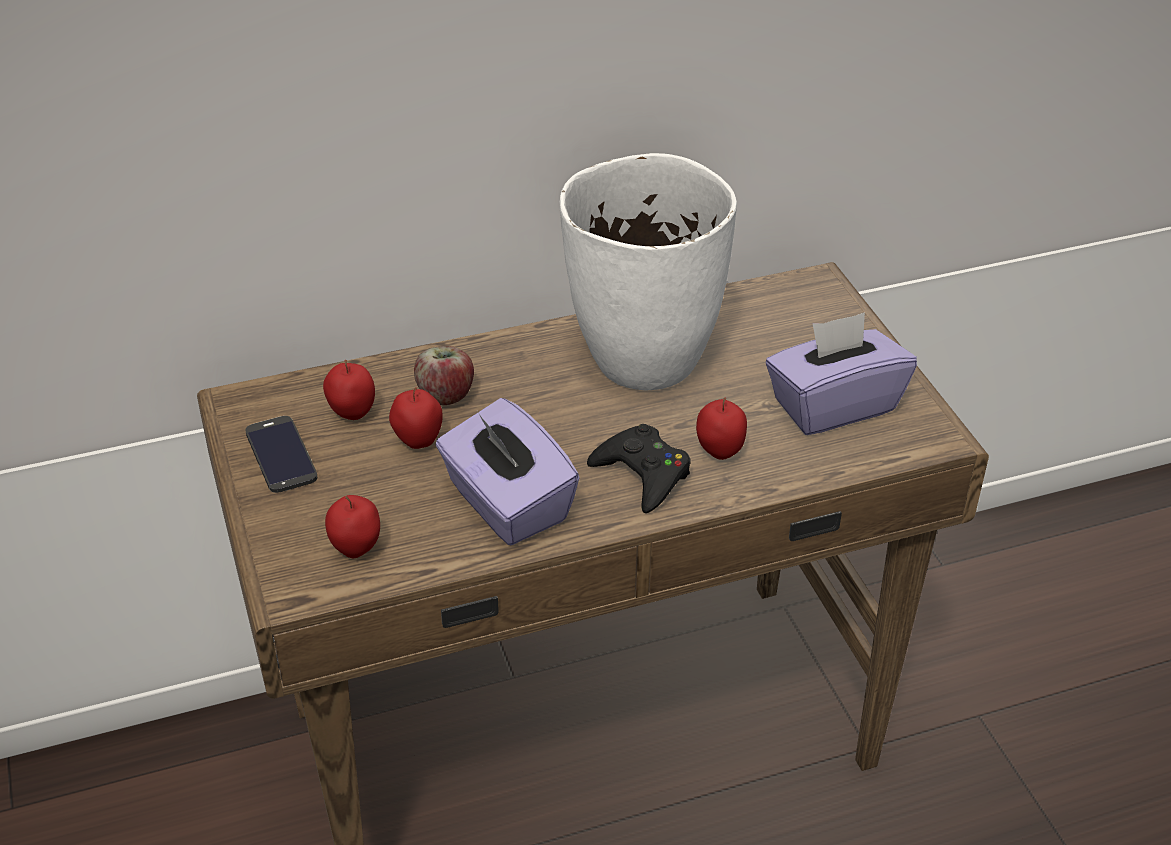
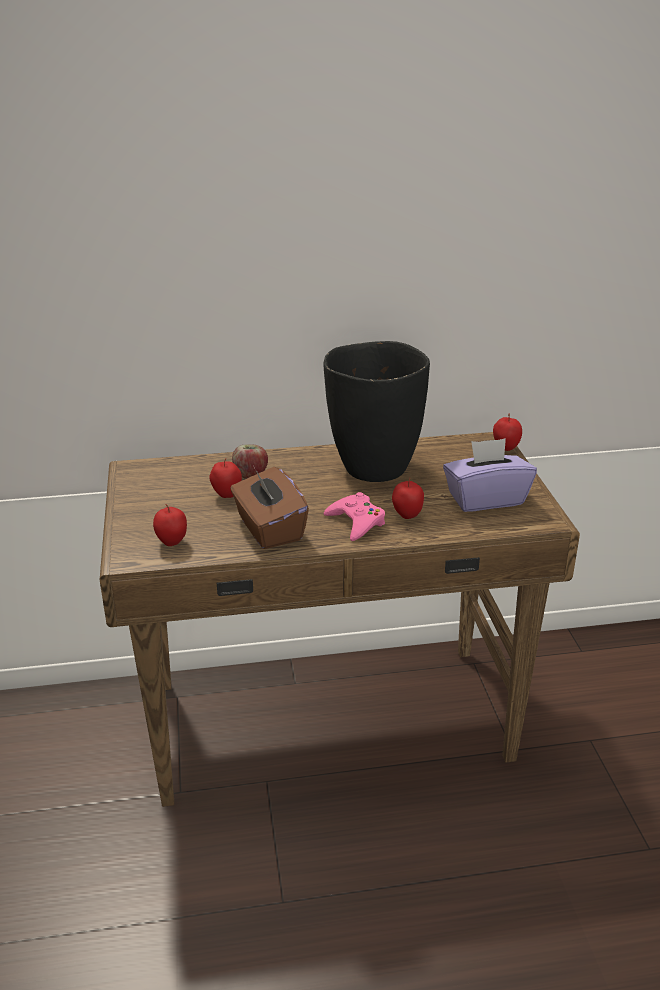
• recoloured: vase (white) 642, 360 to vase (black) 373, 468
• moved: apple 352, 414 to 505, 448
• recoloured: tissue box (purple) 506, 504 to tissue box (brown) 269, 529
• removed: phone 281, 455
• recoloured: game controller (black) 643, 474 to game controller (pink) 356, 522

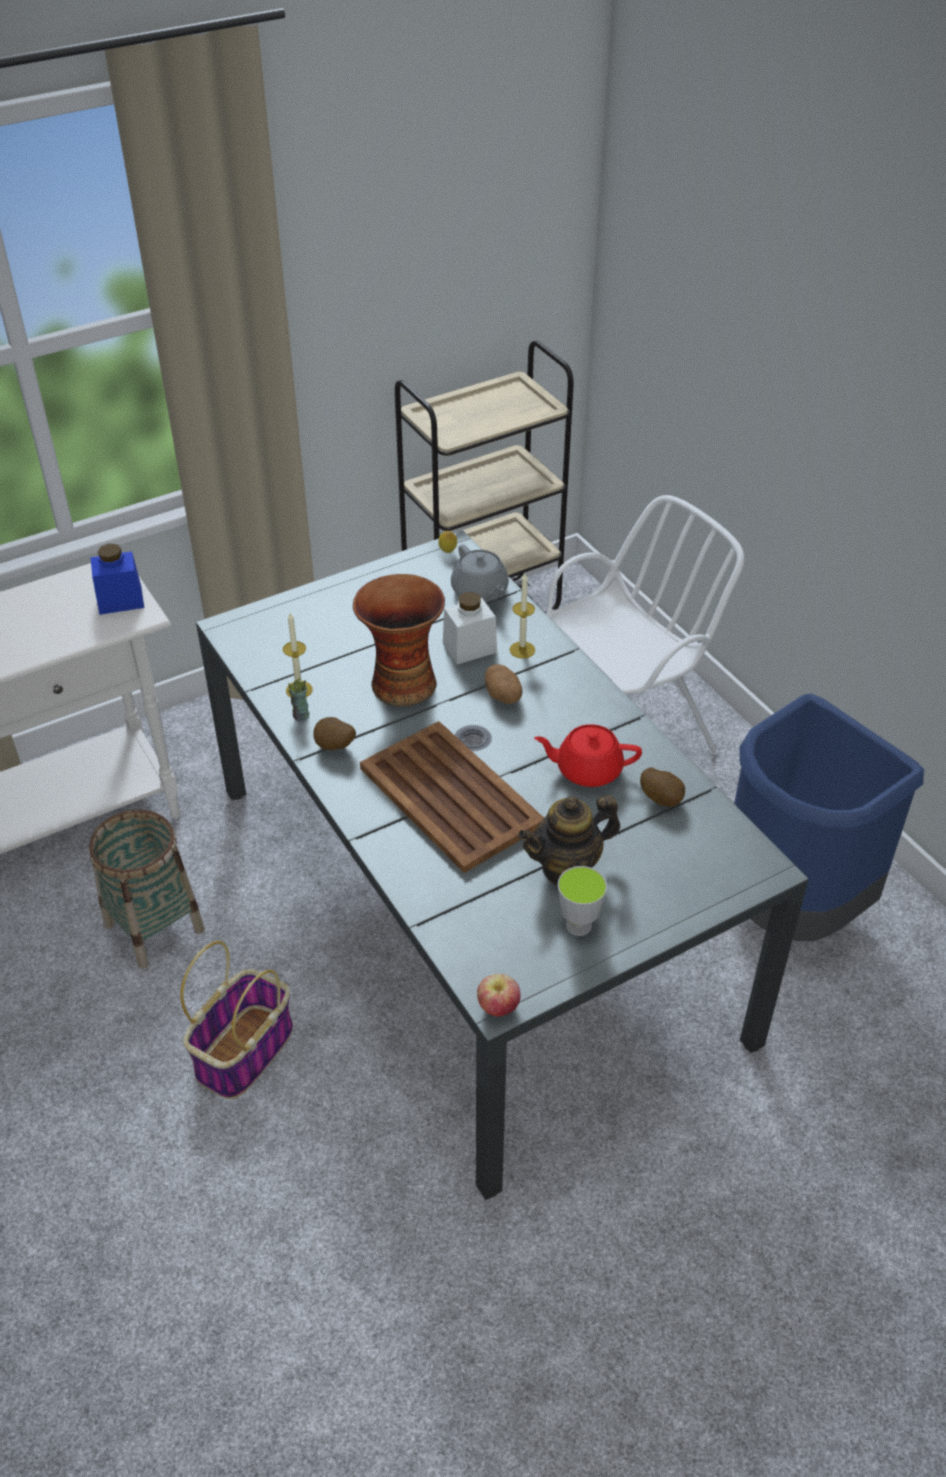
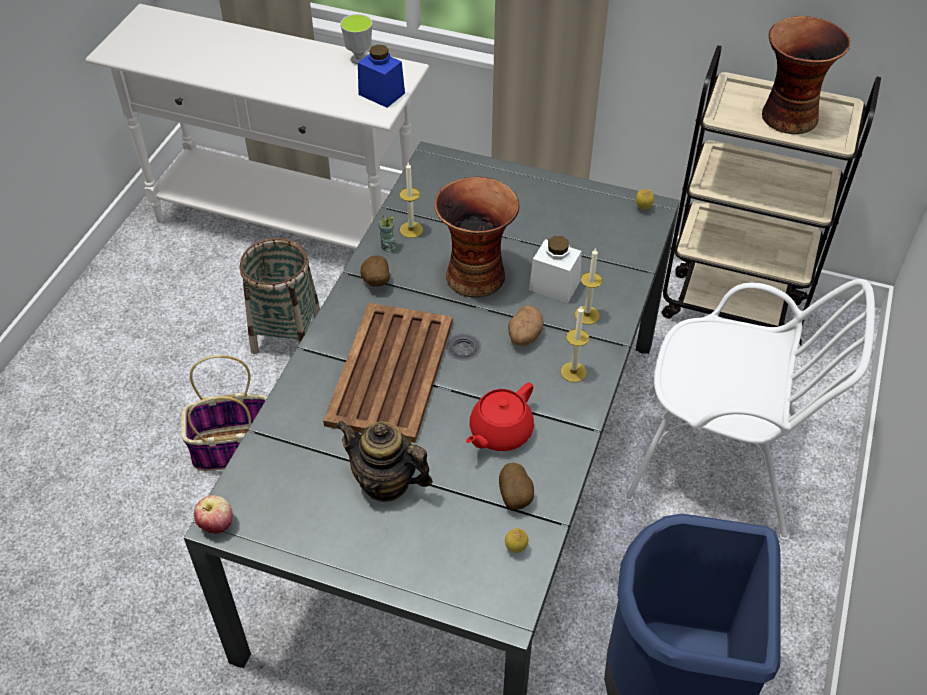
• removed: teapot (grey) 480, 592
• turned: teapot (red) 587, 770 = 499, 432 105 degrees counterclockwise
• moved: cup 578, 925 to 359, 59
• added: vase 787, 116
• added: candle 573, 372
• added: lemon 515, 549

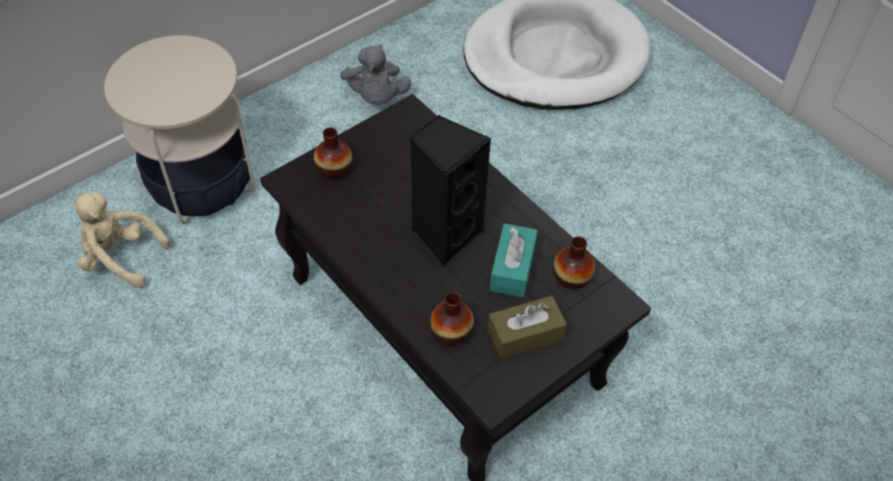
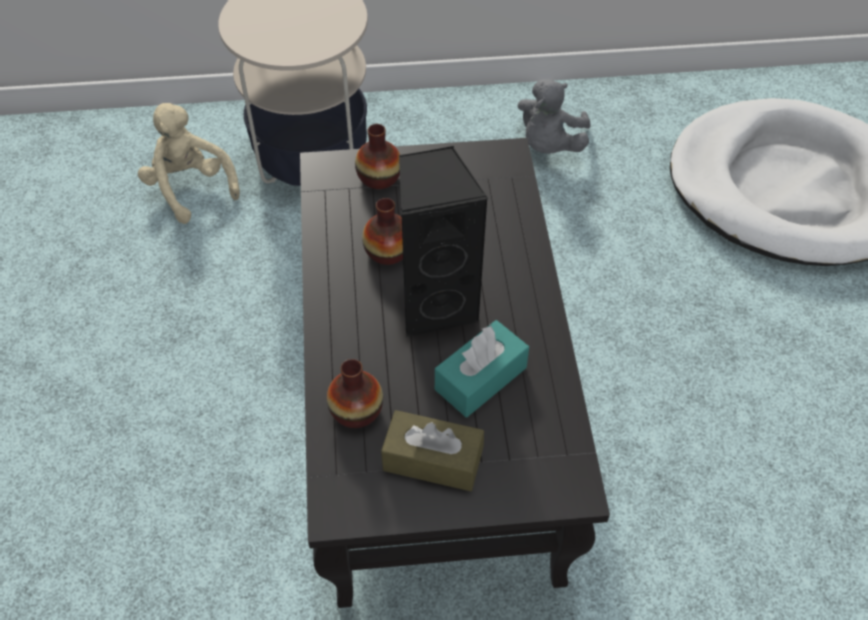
• moved: vase 571, 277 to 387, 251

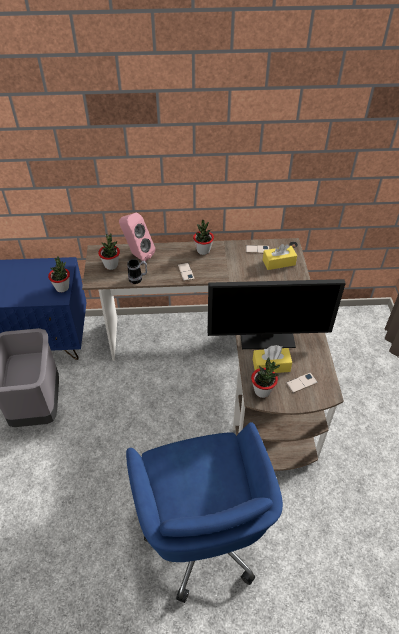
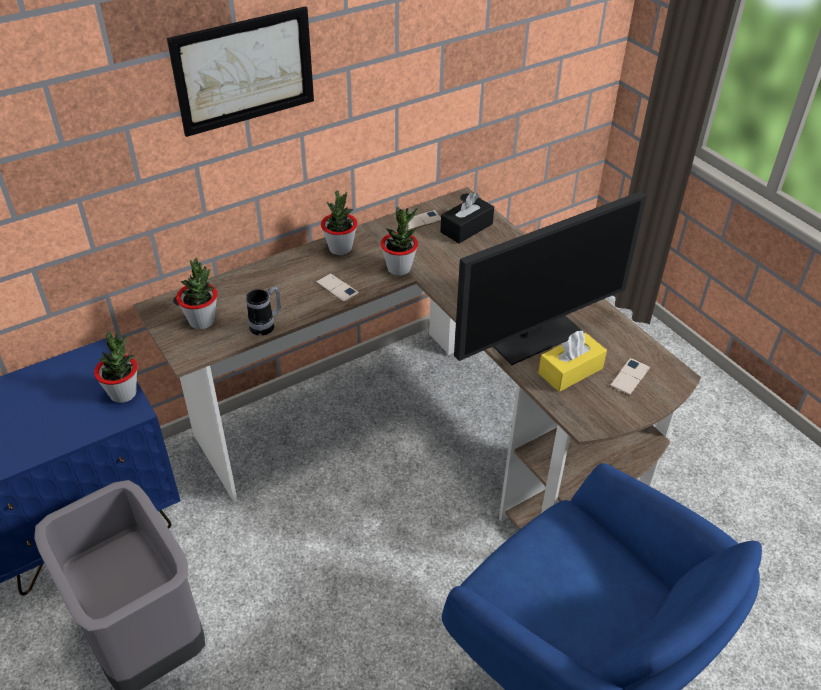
• removed: speaker (pink) 137, 255
• recoloured: tissue box (yellow) 278, 262 to tissue box (black) 466, 228
• moved: potted plant 262, 391 to 399, 268
• added: picture 244, 71

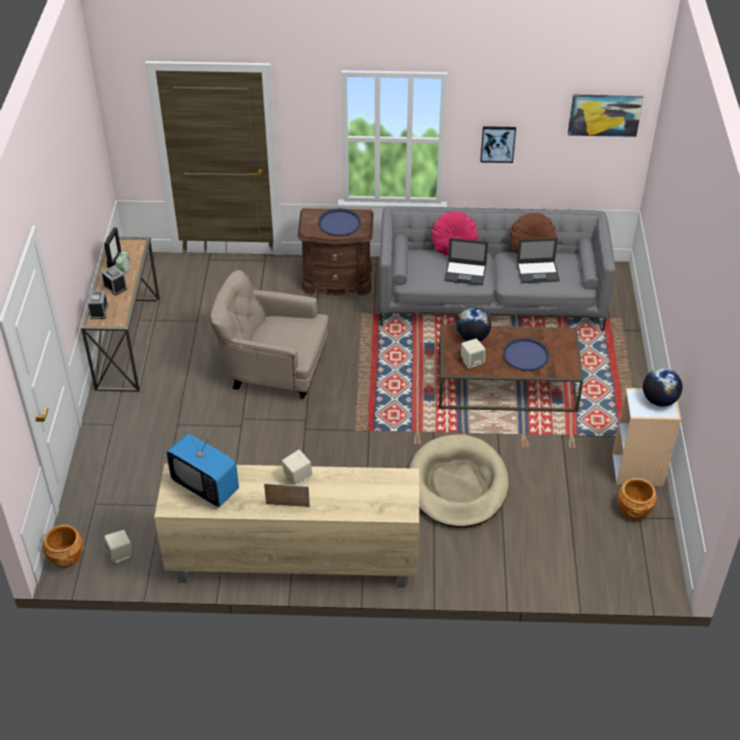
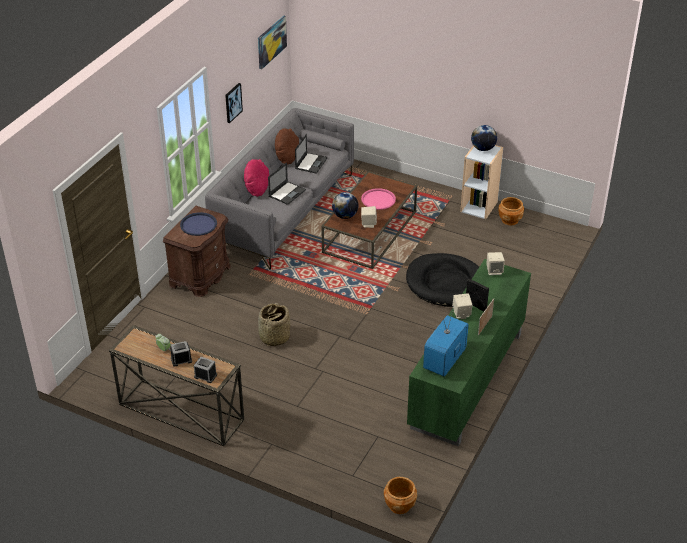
• moved: picture frame 114, 260 to 475, 306
• replaced: armchair (beige) 273, 369 to basket 274, 337
• recoloured: tray (blue) 525, 355 to tray (pink) 378, 199
• turned: television 205, 486 = 445, 360 150 degrees clockwise
• recoloured: dog bed (beige) 457, 485 to dog bed (black) 446, 284
• recoloured: tv stand (beige) 292, 558 to tv stand (green) 467, 380
• moved: speaker (beige) 120, 554 to 494, 271

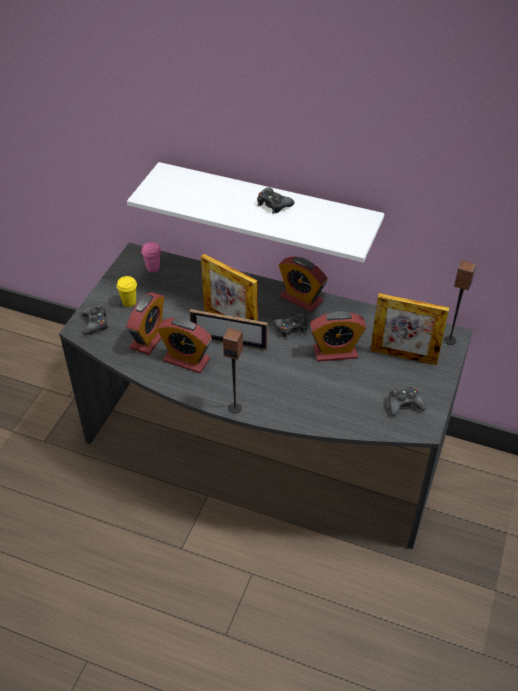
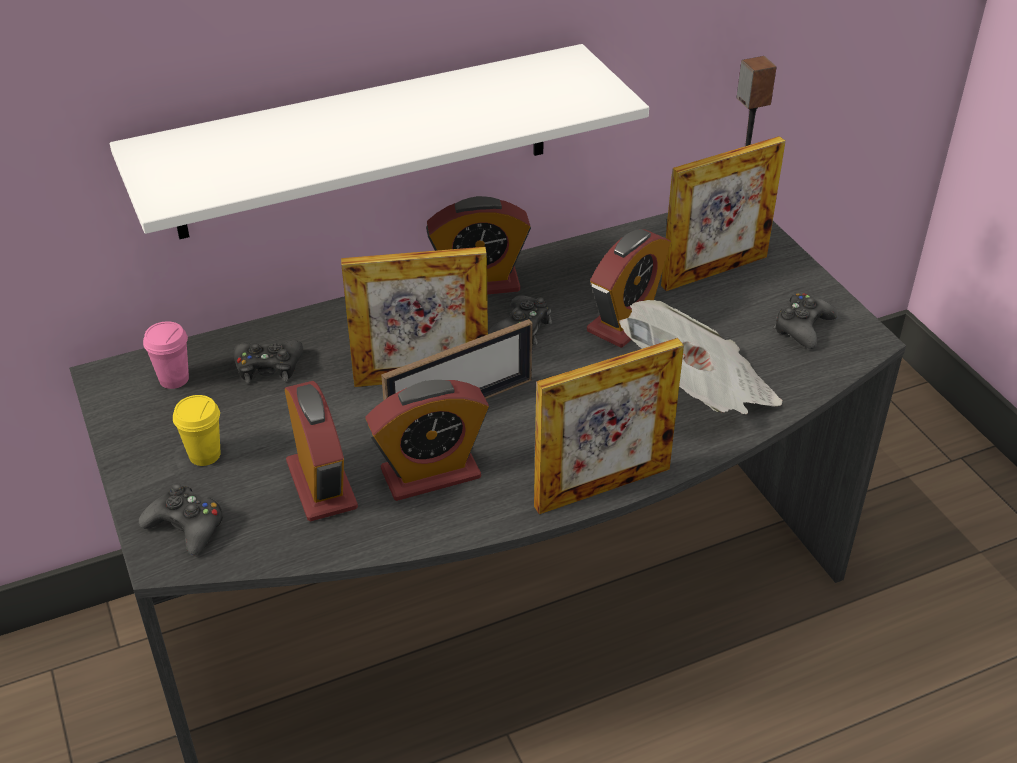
• moved: game controller (black) 273, 204 to 268, 367
• replaced: speaker 235, 408 to picture frame 602, 487
• added: newspaper 698, 392

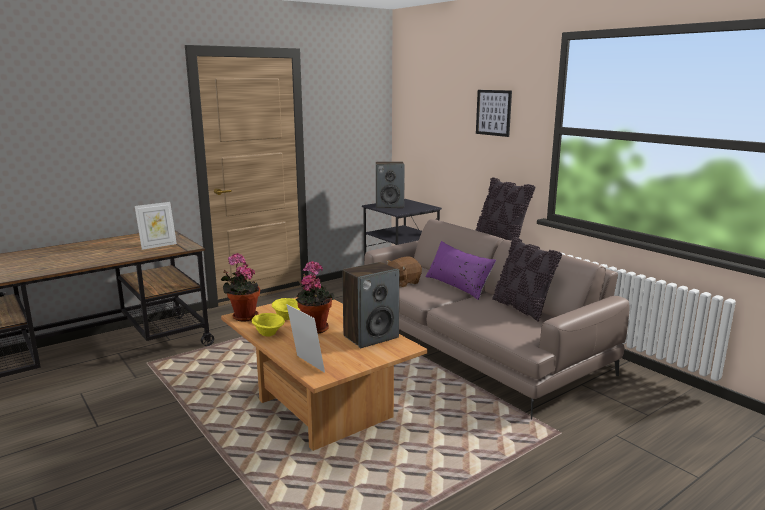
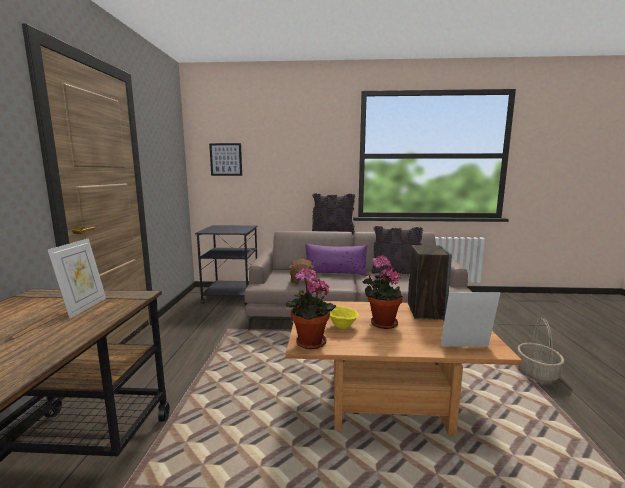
• moved: picture 493, 112 to 226, 159
• removed: speaker 389, 206
• removed: bowl (yellow) 268, 334
• added: basket 537, 373

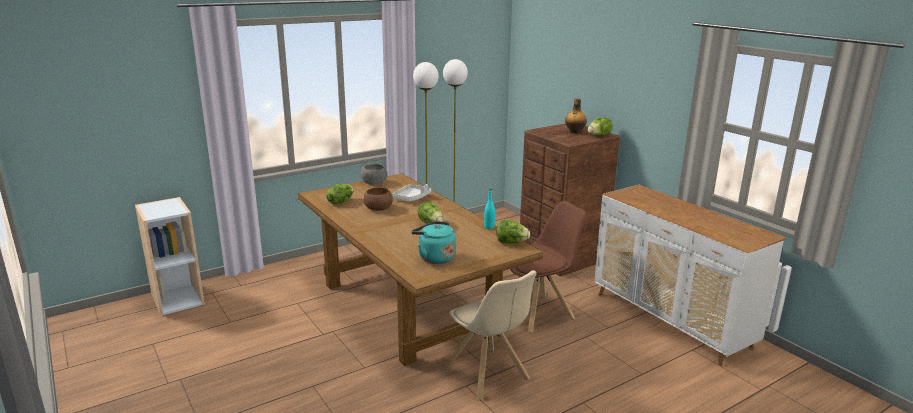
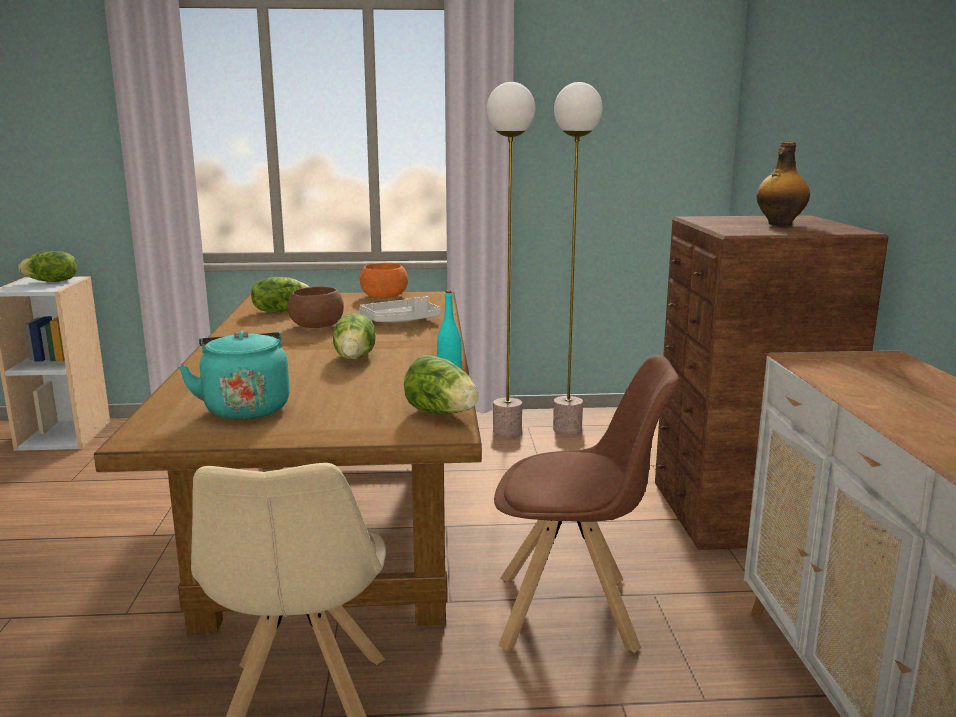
• moved: lettuce 599, 135 to 52, 282
• recoloured: bowl (grey) 374, 183 to bowl (orange) 383, 296

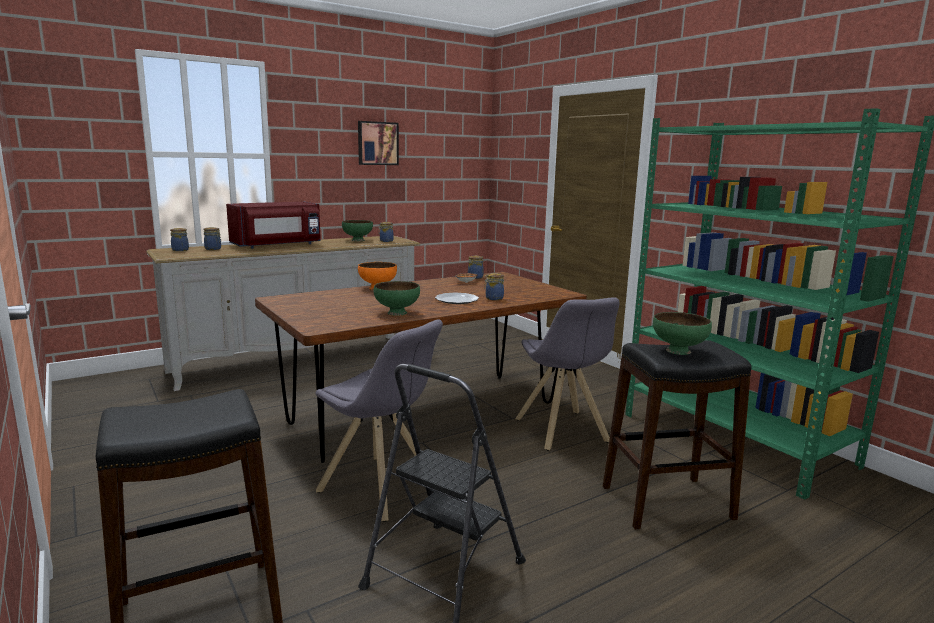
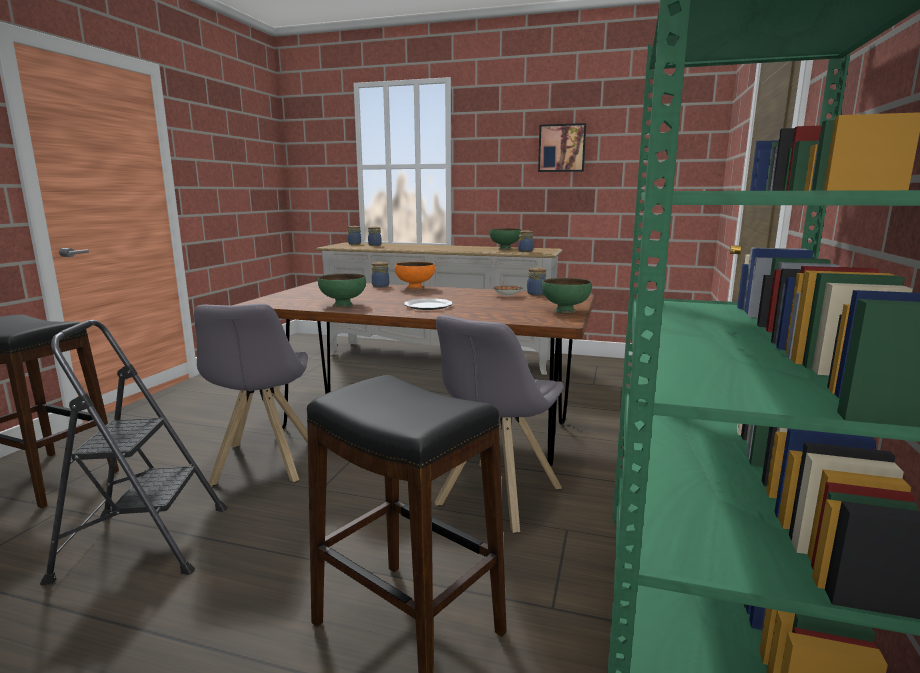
• removed: microwave (red) 278, 245
• moved: jar 493, 298 to 380, 286
• moved: bowl (green) 679, 351 to 565, 311

